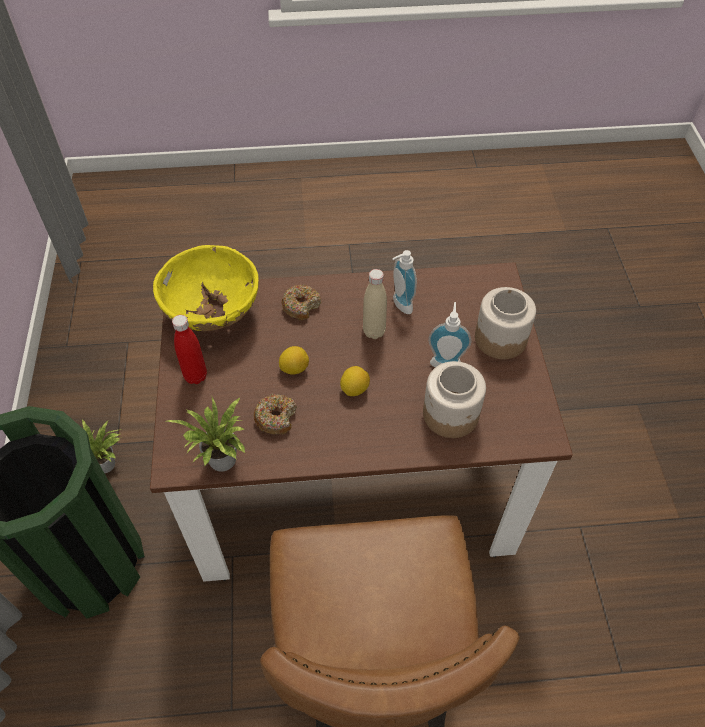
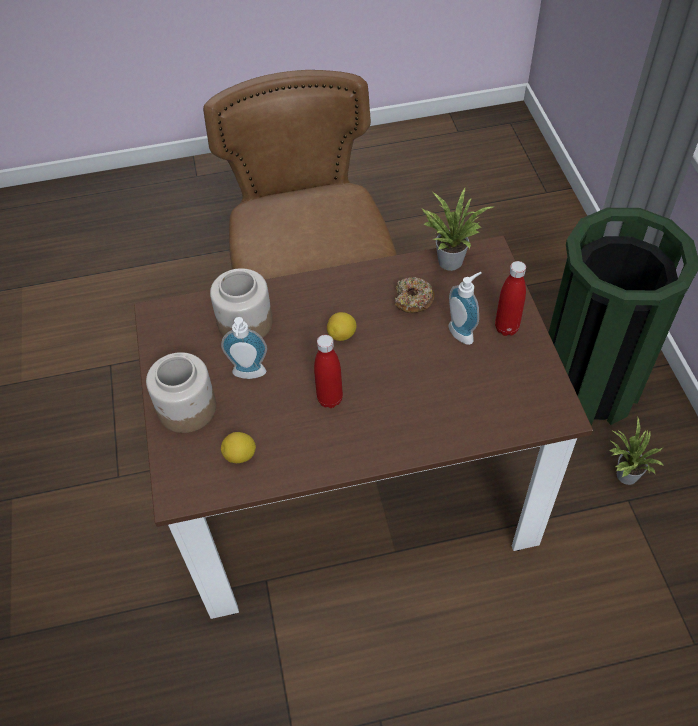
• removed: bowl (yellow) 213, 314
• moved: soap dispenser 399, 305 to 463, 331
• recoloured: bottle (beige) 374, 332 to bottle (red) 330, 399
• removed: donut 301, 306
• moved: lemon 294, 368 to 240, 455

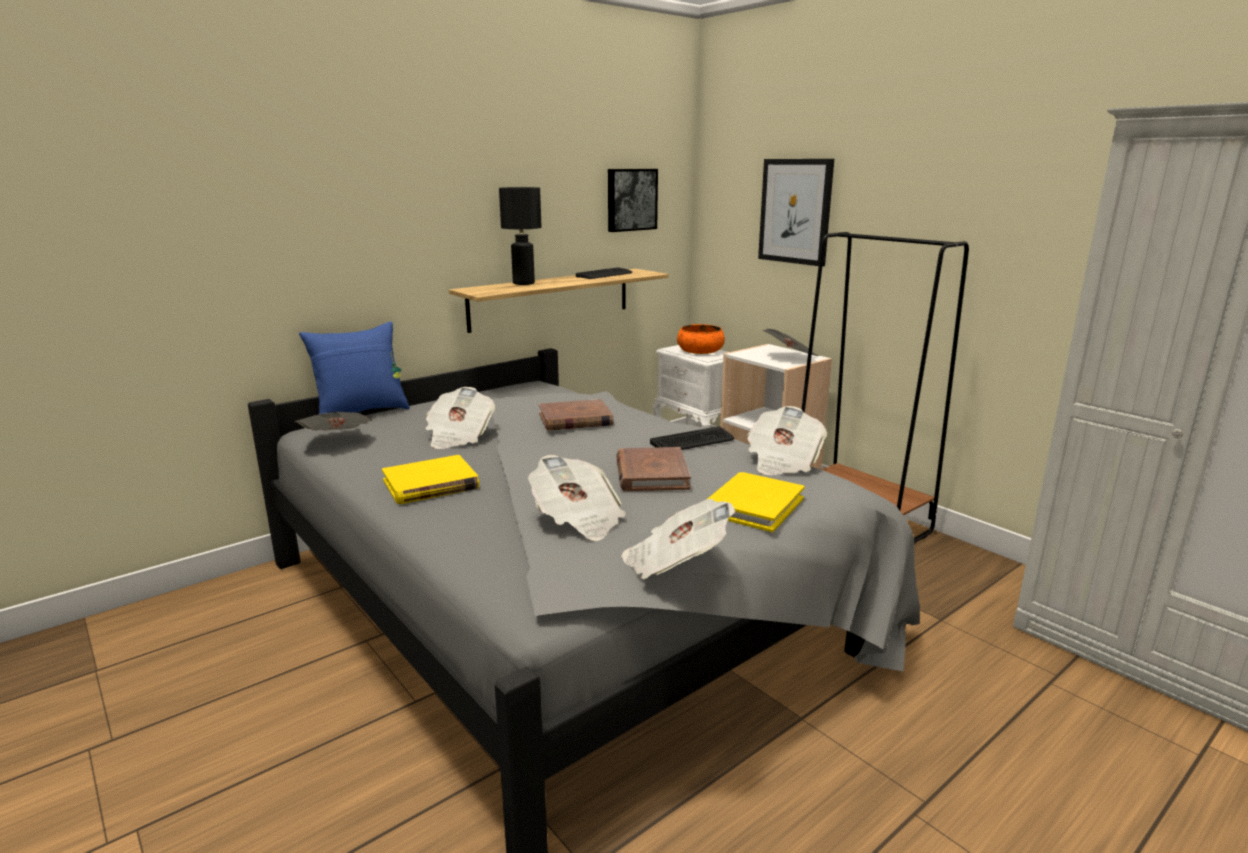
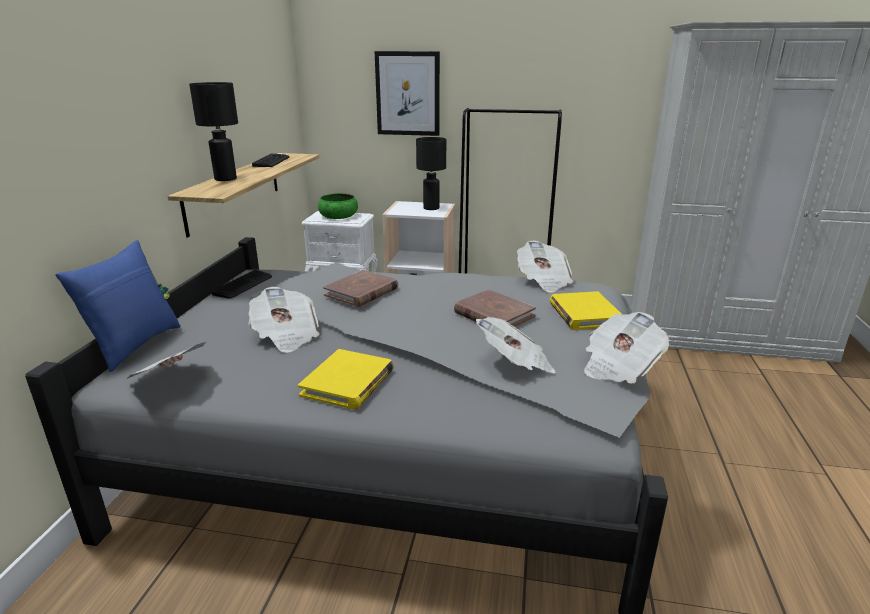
• removed: picture 631, 199
• recoloured: bowl (orange) 700, 351 to bowl (green) 338, 216
• replaced: newspaper 791, 357 to table lamp (black) 431, 208
• moved: keyboard 692, 441 to 243, 285

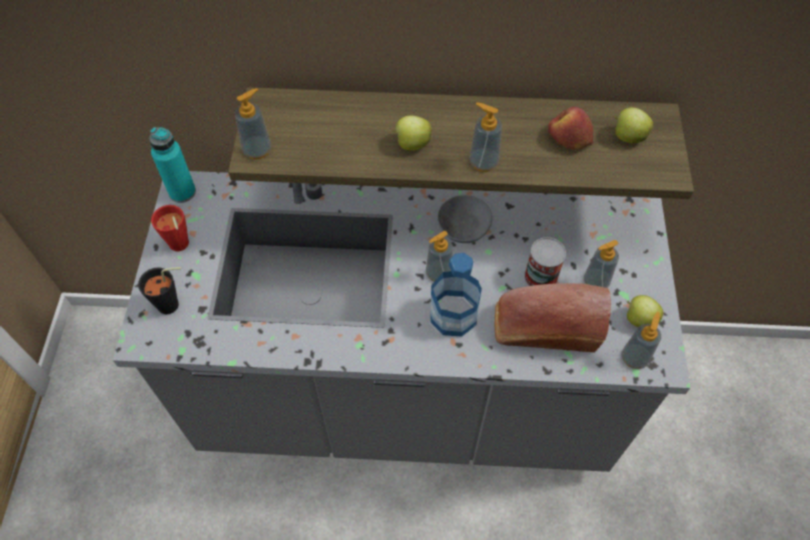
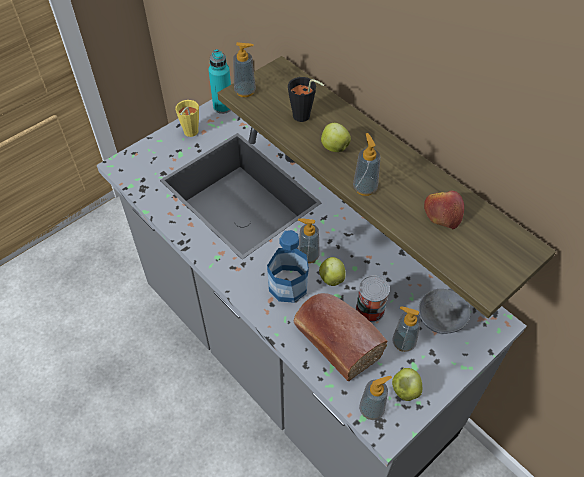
• moved: apple 627, 136 to 331, 278
• moved: bowl (grey) 464, 229 to 441, 319
• recoloured: cup (red) 180, 247 to cup (yellow) 189, 134
• moved: cup (black) 173, 305 to 304, 117

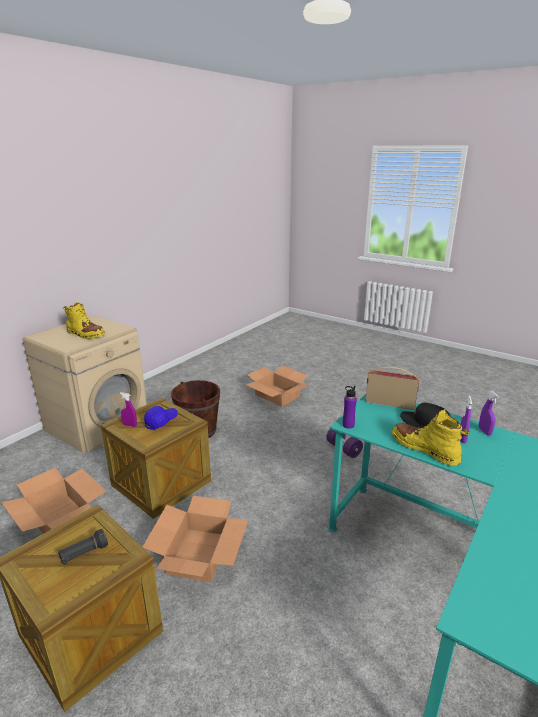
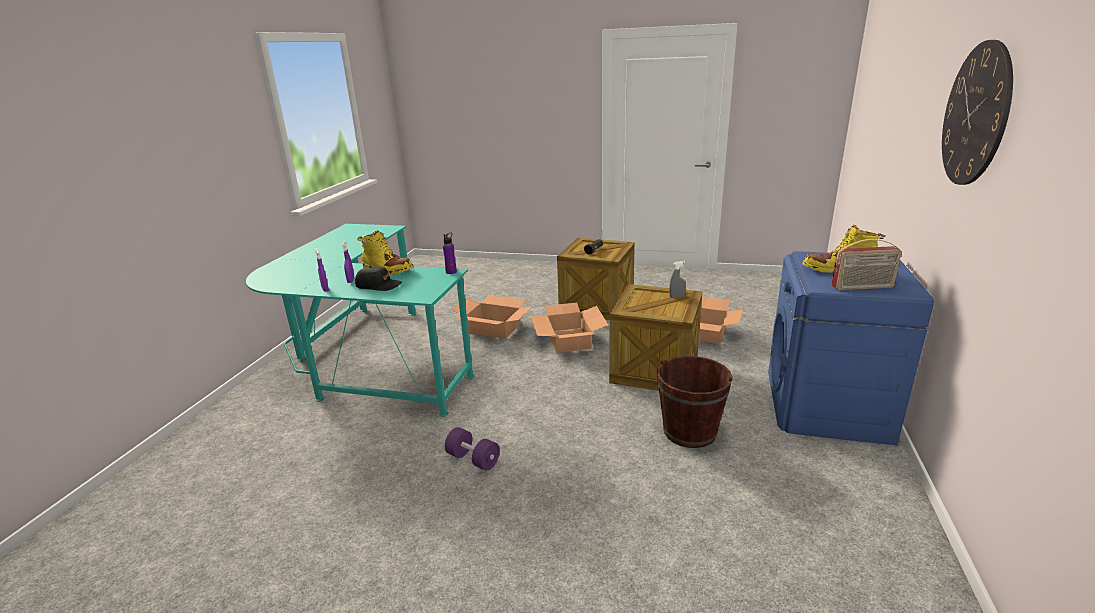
• recoloured: washing machine (beige) 100, 424 to washing machine (blue) 824, 405
• moved: cardboard box 277, 395 to 493, 328
• moved: radio 390, 403 to 862, 287
• recoloured: spray bottle (purple) 130, 425 to spray bottle (grey) 677, 297
• removed: cap (blue) 161, 421
• added: wall clock 975, 114

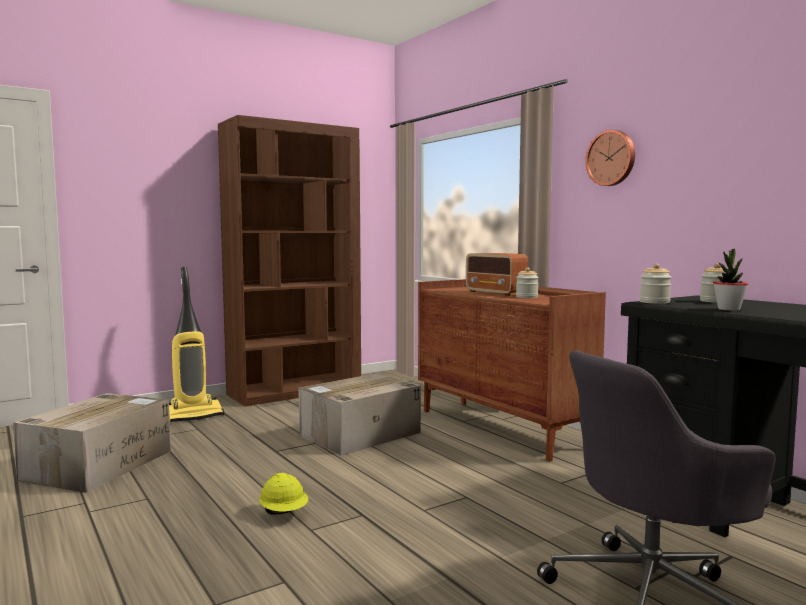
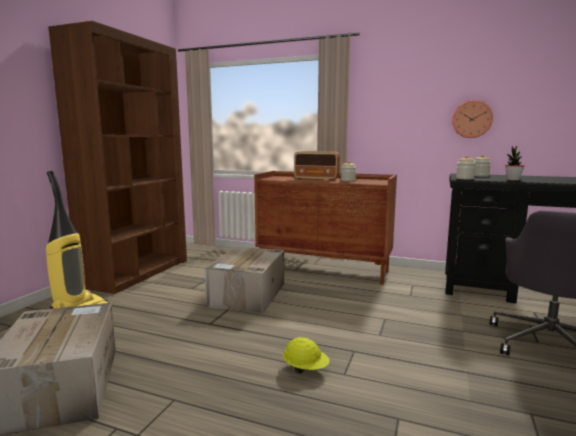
• moved: wall clock 611, 158 to 471, 119

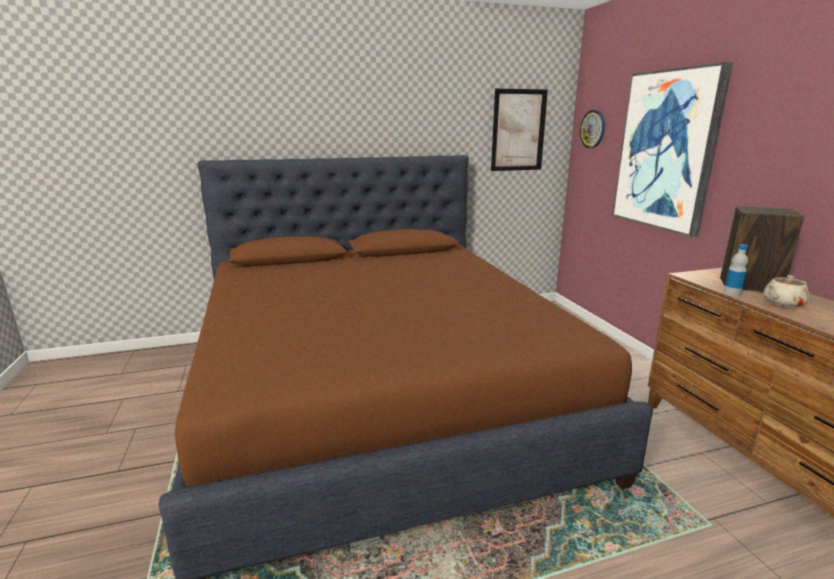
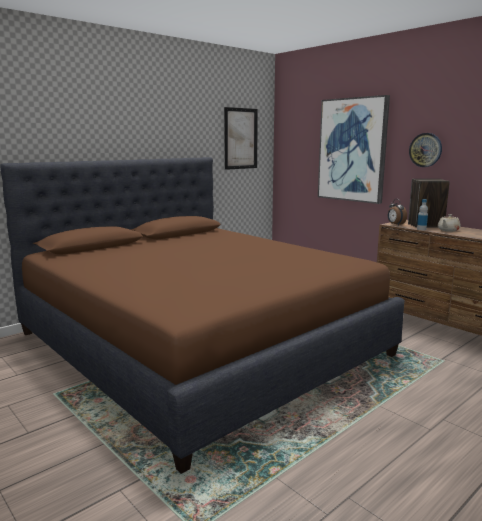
• moved: wall clock 593, 129 to 425, 150
• added: alarm clock 395, 224

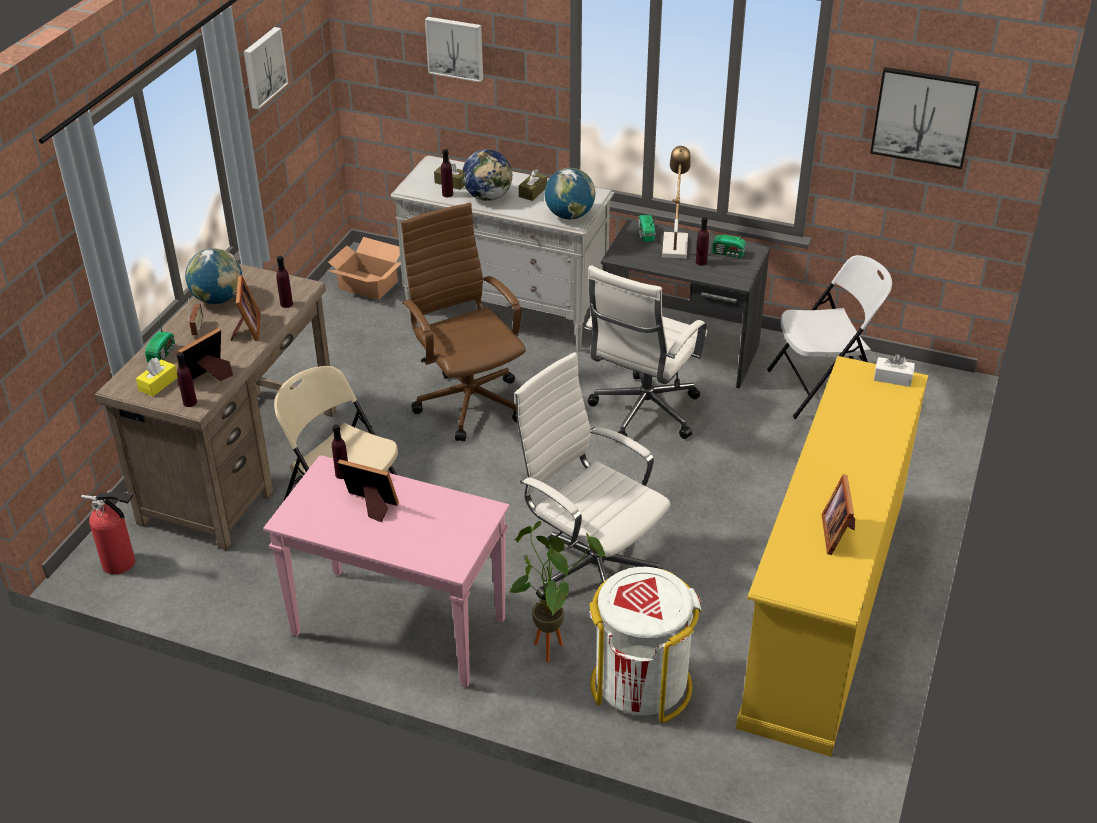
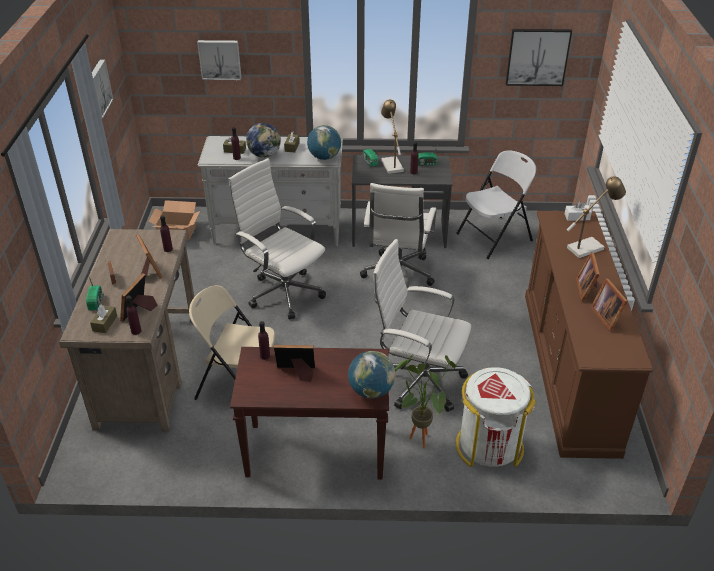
• recoloured: office chair (brown) 467, 401 to office chair (white) 283, 292
• moved: globe 218, 299 to 371, 391
• recoloured: cabinet (yellow) 824, 609 to cabinet (brown) 568, 369
• recoloured: tissue box (yellow) 158, 384 to tissue box (brown) 105, 323
• recoloured: console table (pink) 396, 627 to console table (brown) 314, 452
• removed: fire extinguisher 122, 563
• added: table lamp 588, 247
• added: picture frame 587, 289

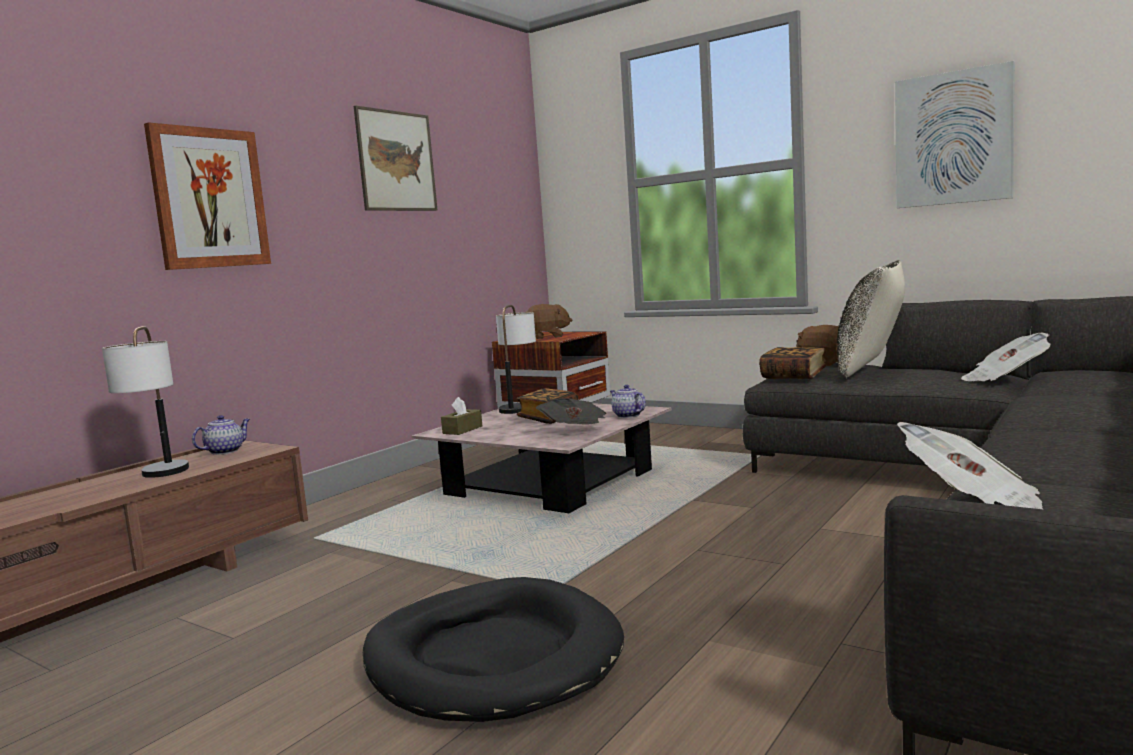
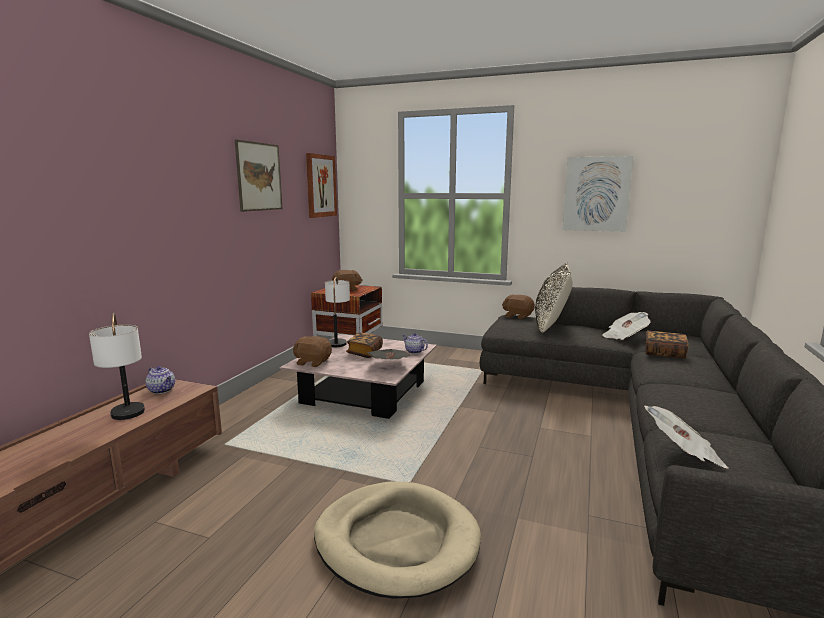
• moved: picture 209, 198 to 320, 186
• moved: book 793, 376 to 664, 353
• replaced: tissue box (brown) 462, 430 to plush toy (brown) 313, 362
• turned: teapot 225, 451 = 162, 390 105 degrees clockwise
• recoloured: dog bed (black) 493, 657 to dog bed (beige) 396, 541

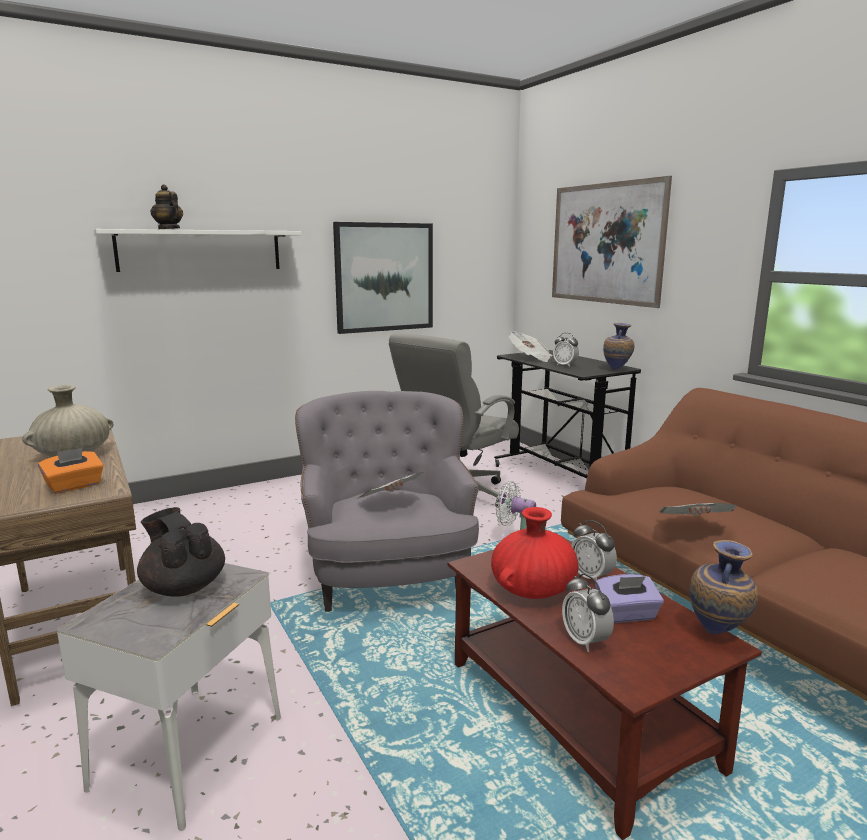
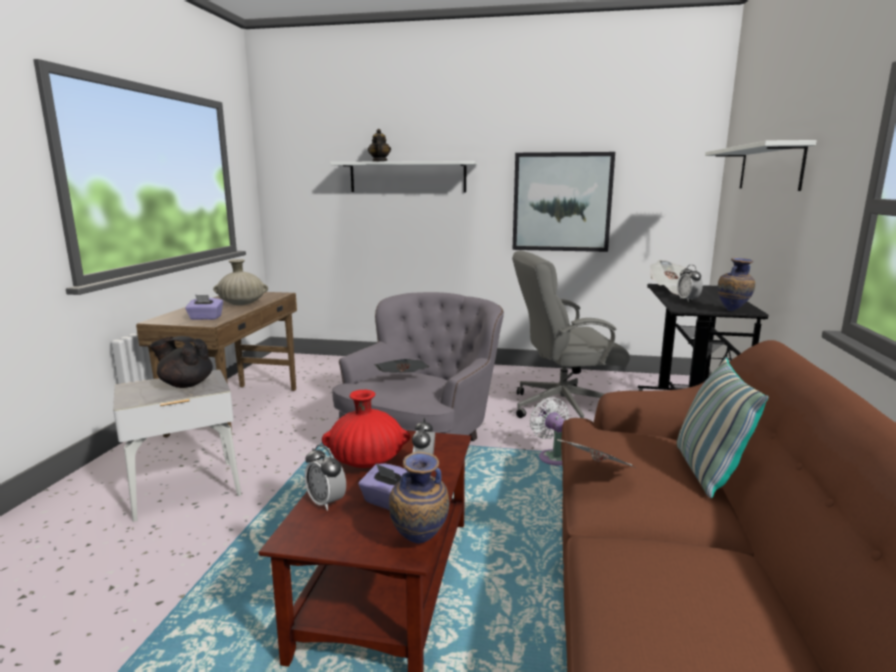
• replaced: picture 605, 243 to shelf (white) 769, 168
• recoloured: tissue box (orange) 74, 486 to tissue box (purple) 205, 318
• turned: teapot (black) 183, 587 = 186, 384 75 degrees counterclockwise
• turned: alarm clock 585, 641 = 326, 502 60 degrees counterclockwise
• added: pillow 707, 472

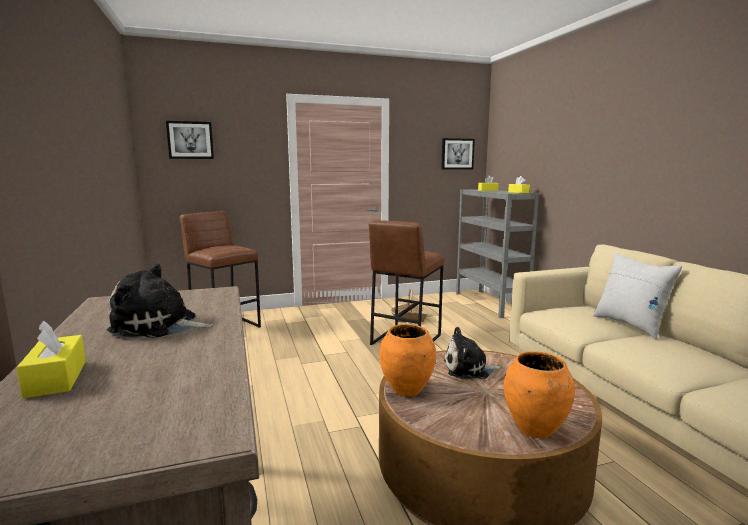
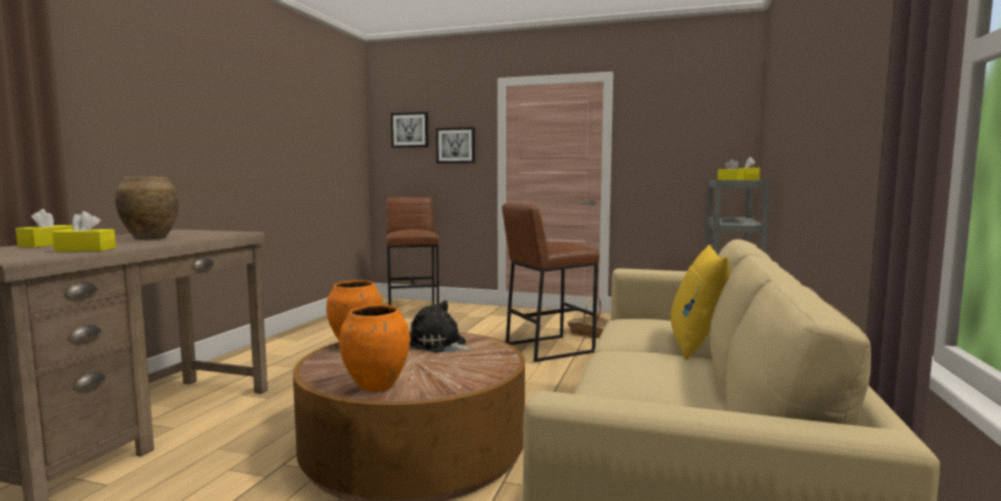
• moved: picture 457, 154 to 456, 145
• recoloured: pillow (grey) 629, 326 to pillow (yellow) 695, 345
• replaced: plush toy 158, 326 to vase (brown) 150, 238
• added: tissue box (yellow) 85, 249

